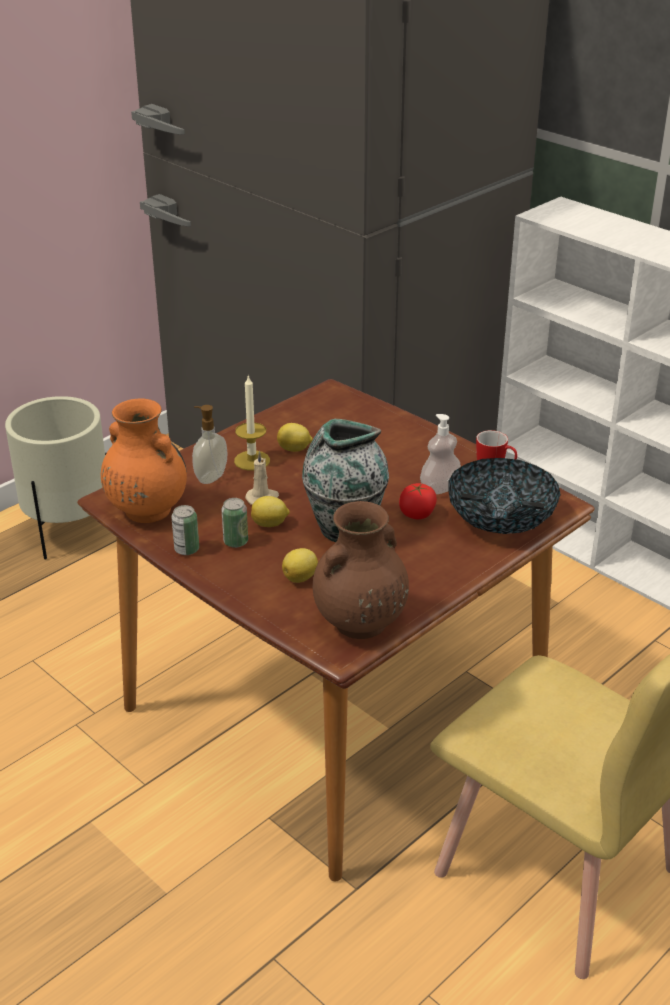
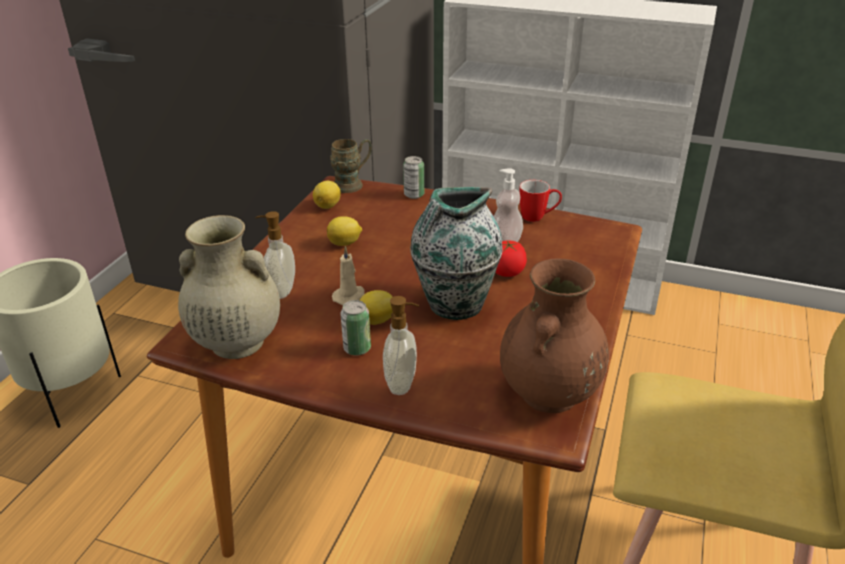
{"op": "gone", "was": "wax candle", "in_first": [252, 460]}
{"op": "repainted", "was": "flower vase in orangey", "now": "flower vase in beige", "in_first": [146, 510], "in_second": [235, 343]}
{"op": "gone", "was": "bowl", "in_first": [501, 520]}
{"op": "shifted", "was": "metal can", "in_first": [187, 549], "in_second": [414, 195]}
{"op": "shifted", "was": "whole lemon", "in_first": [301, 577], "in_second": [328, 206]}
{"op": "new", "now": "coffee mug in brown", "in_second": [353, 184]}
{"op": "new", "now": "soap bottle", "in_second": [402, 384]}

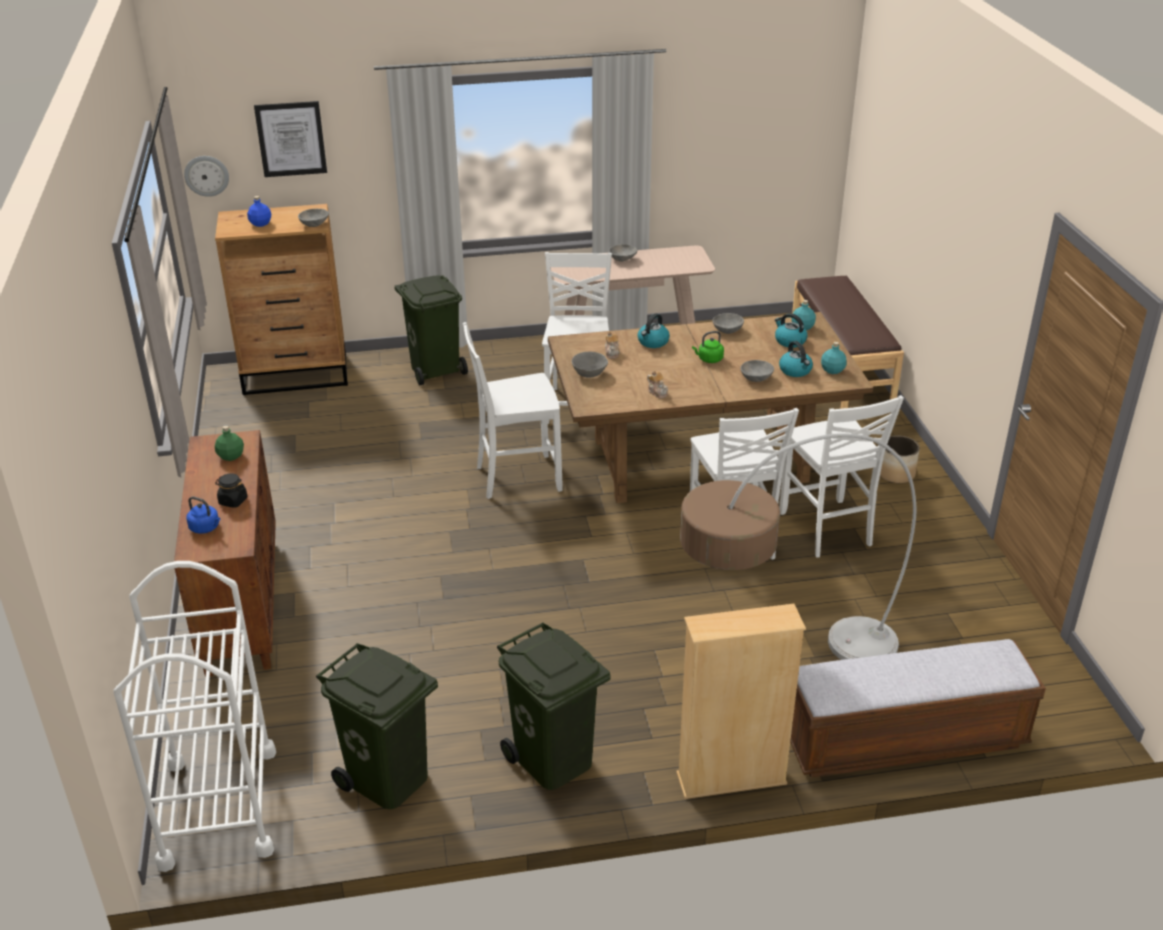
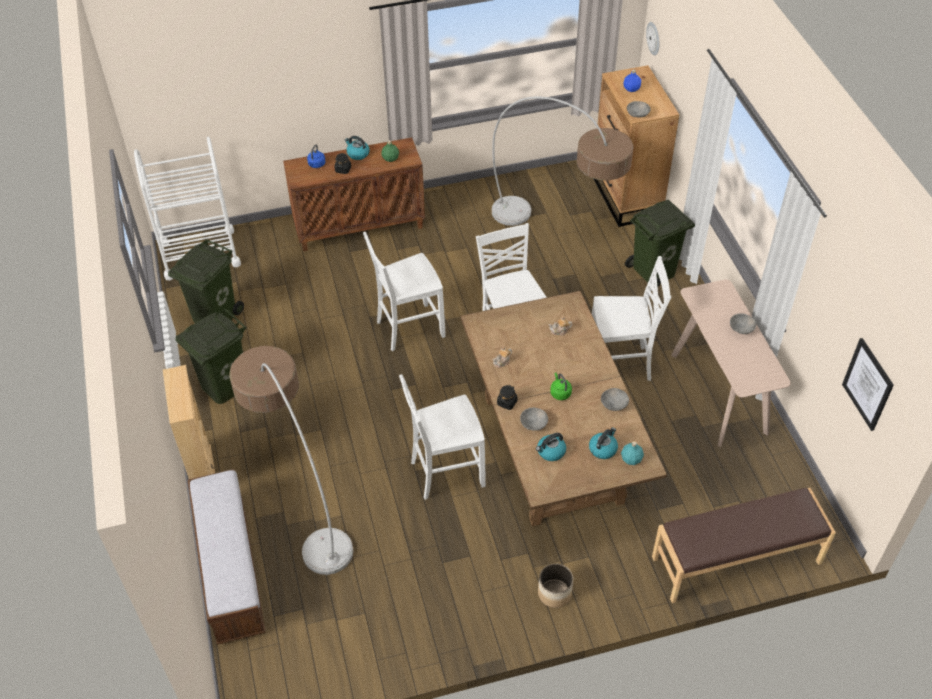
{"op": "shifted", "was": "wall picture", "in_first": [291, 139], "in_second": [868, 384]}
{"op": "shifted", "was": "tea kettle", "in_first": [653, 342], "in_second": [357, 154]}
{"op": "gone", "was": "drink bottle in turquoise", "in_first": [833, 370]}
{"op": "gone", "was": "bowl in grey", "in_first": [589, 374]}
{"op": "shifted", "was": "plain chair in whitish", "in_first": [827, 530], "in_second": [408, 328]}
{"op": "new", "now": "floor lamp", "in_second": [560, 231]}
{"op": "new", "now": "jar in black-coloured", "in_second": [507, 402]}

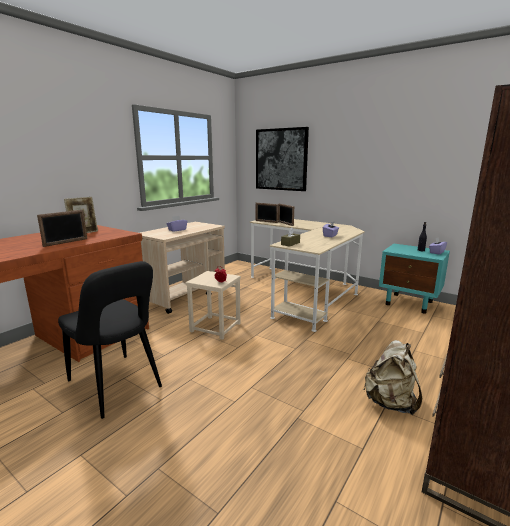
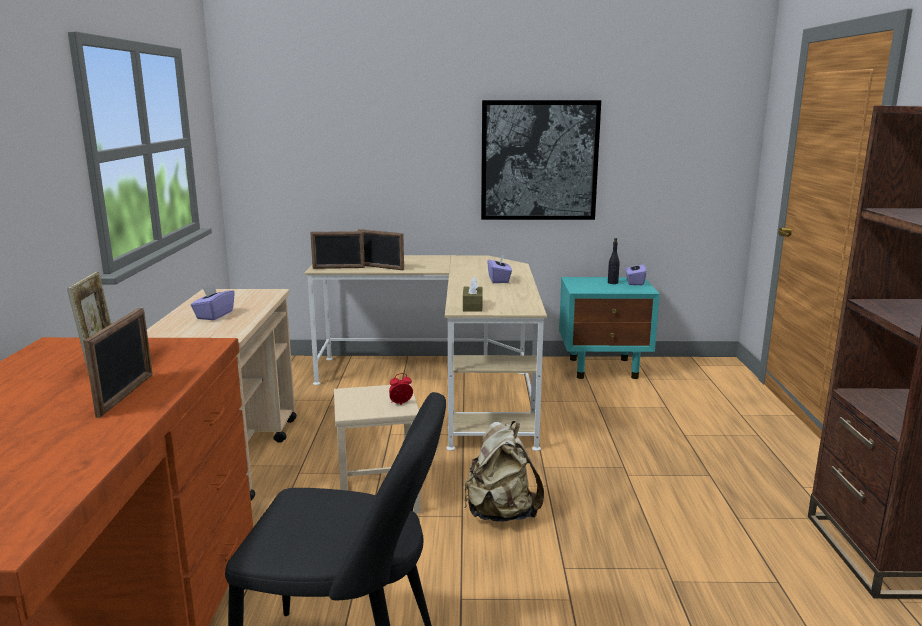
{"op": "shifted", "was": "wall picture", "in_first": [281, 159], "in_second": [539, 160]}
{"op": "shifted", "was": "knapsack in beige", "in_first": [390, 403], "in_second": [500, 513]}

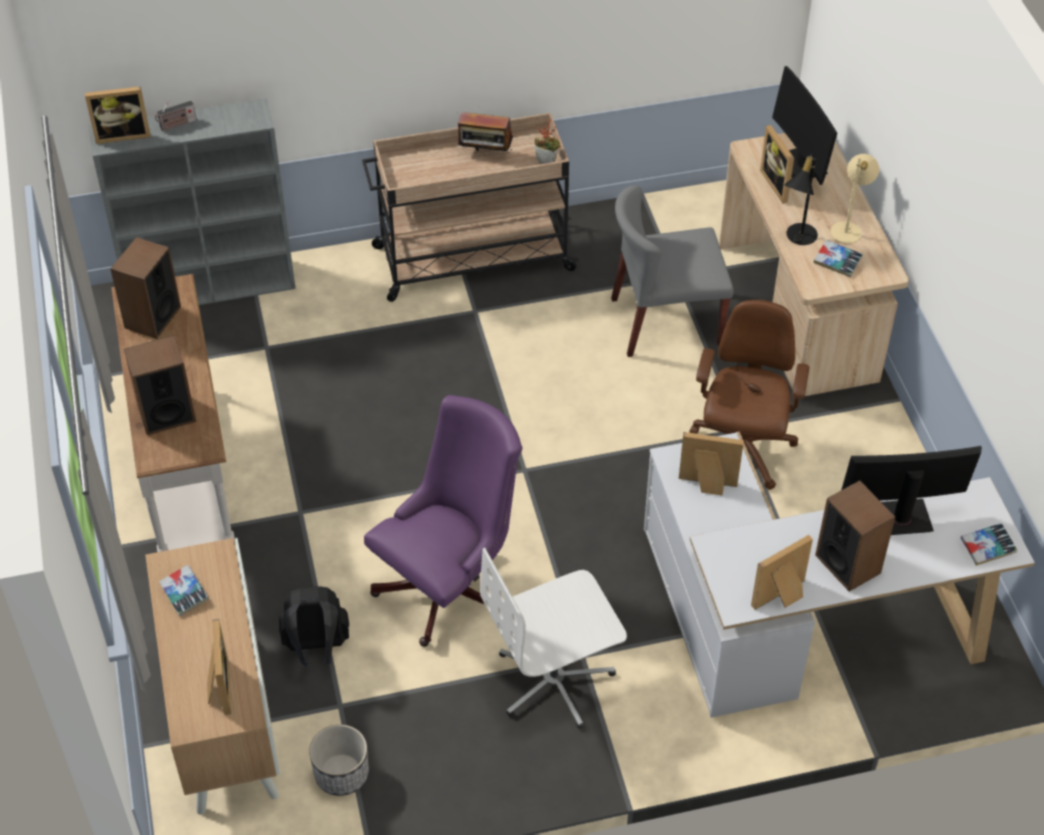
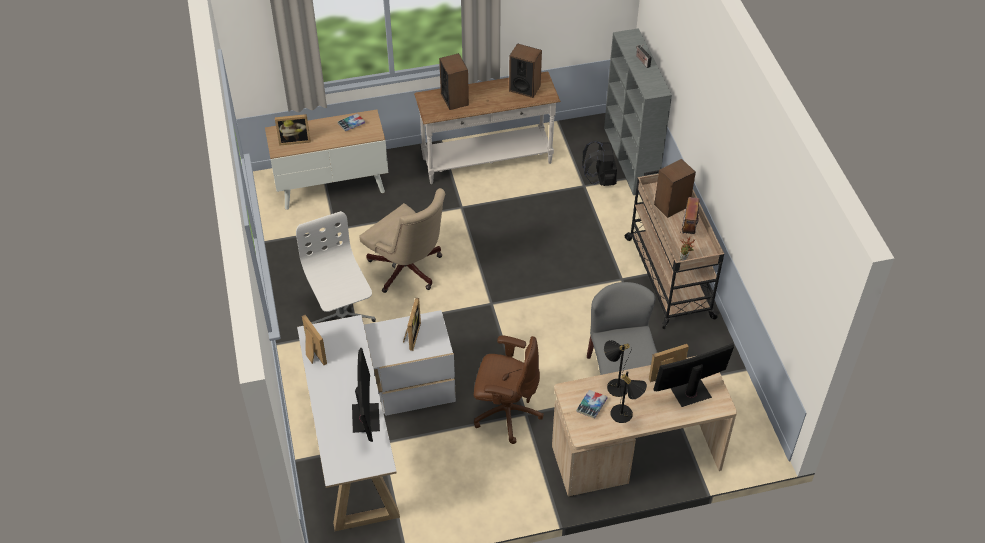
{"op": "gone", "was": "standing frame", "in_first": [122, 134]}
{"op": "repainted", "was": "lamp for a table in beige", "now": "lamp for a table in black-coloured", "in_first": [848, 229], "in_second": [625, 415]}
{"op": "repainted", "was": "office chair in purple", "now": "office chair in beige", "in_first": [450, 585], "in_second": [408, 271]}
{"op": "shifted", "was": "loudspeaker", "in_first": [848, 563], "in_second": [672, 205]}
{"op": "gone", "was": "bound book", "in_first": [987, 547]}
{"op": "shifted", "was": "knapsack in black-coloured", "in_first": [316, 649], "in_second": [600, 179]}
{"op": "gone", "was": "flower pot", "in_first": [342, 774]}

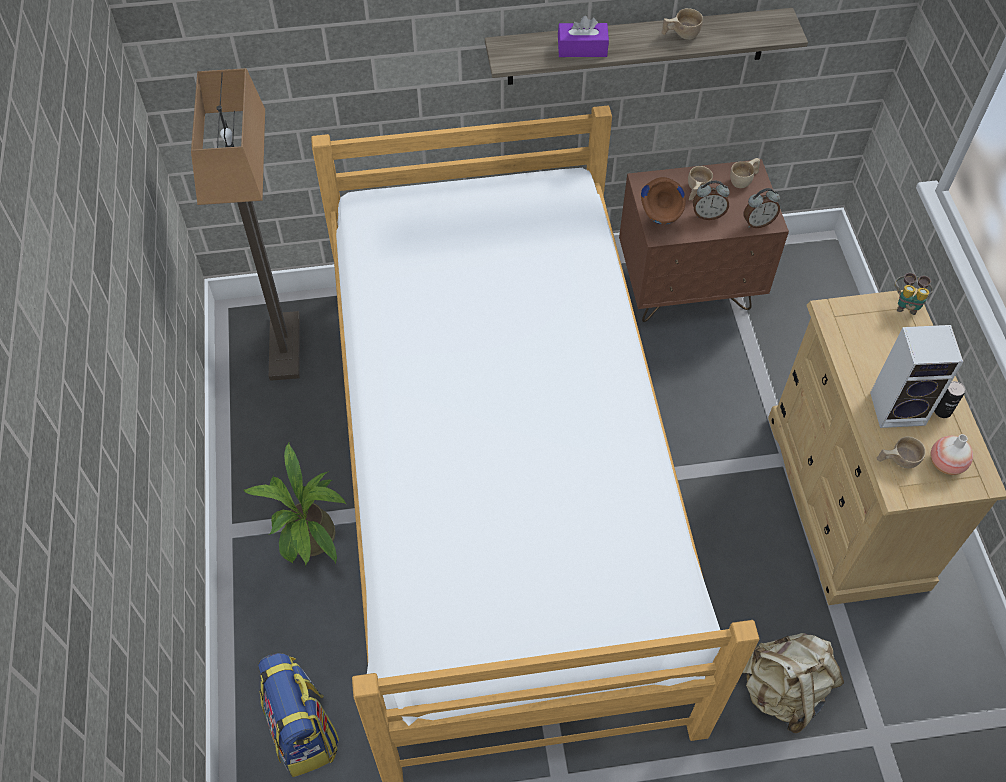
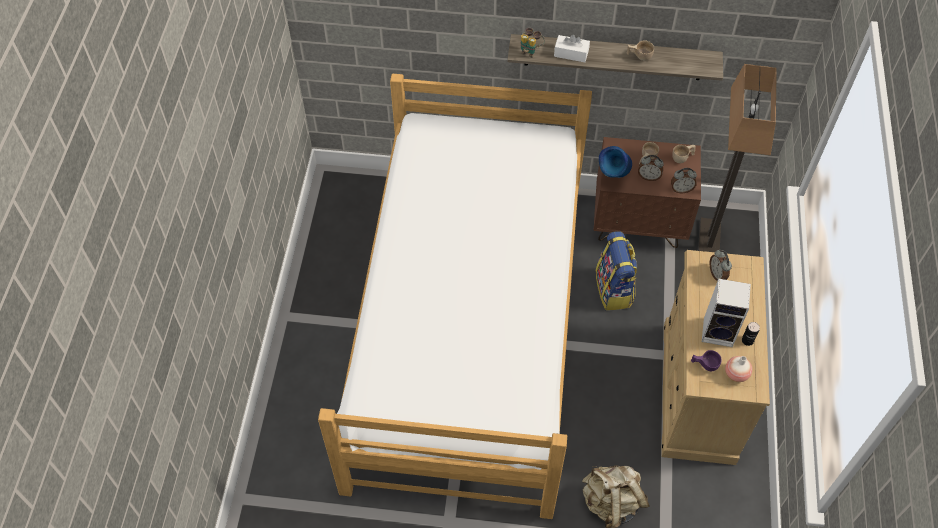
{"op": "repainted", "was": "tissue box in purple", "now": "tissue box in whitish", "in_first": [582, 48], "in_second": [571, 53]}
{"op": "shifted", "was": "floor lamp", "in_first": [284, 347], "in_second": [708, 243]}
{"op": "repainted", "was": "flower vase in brown", "now": "flower vase in blue", "in_first": [660, 226], "in_second": [613, 178]}
{"op": "shifted", "was": "binoculars", "in_first": [907, 304], "in_second": [530, 51]}
{"op": "repainted", "was": "cup in beige", "now": "cup in purple", "in_first": [897, 460], "in_second": [704, 364]}
{"op": "gone", "was": "potted plant", "in_first": [309, 542]}
{"op": "shifted", "was": "knapsack", "in_first": [304, 732], "in_second": [614, 290]}
{"op": "new", "now": "table clock", "in_second": [717, 274]}

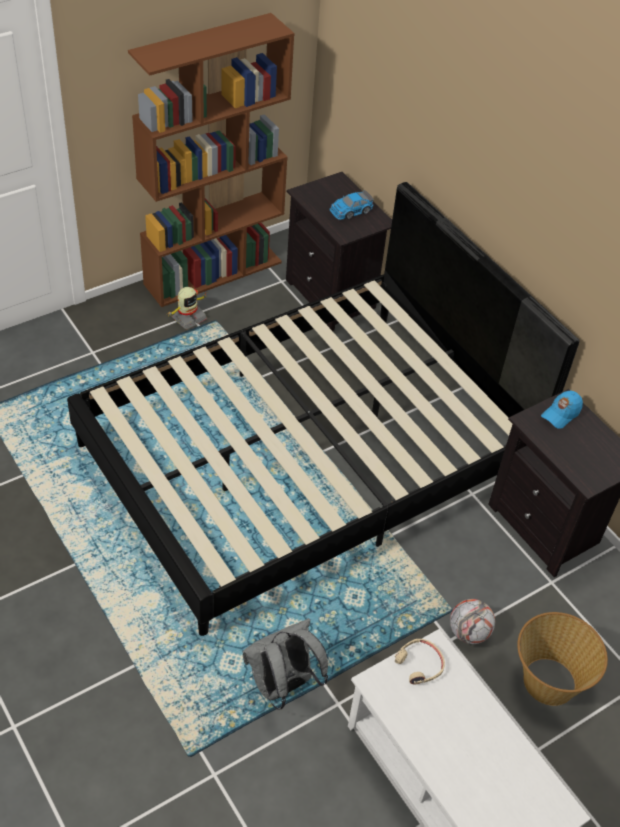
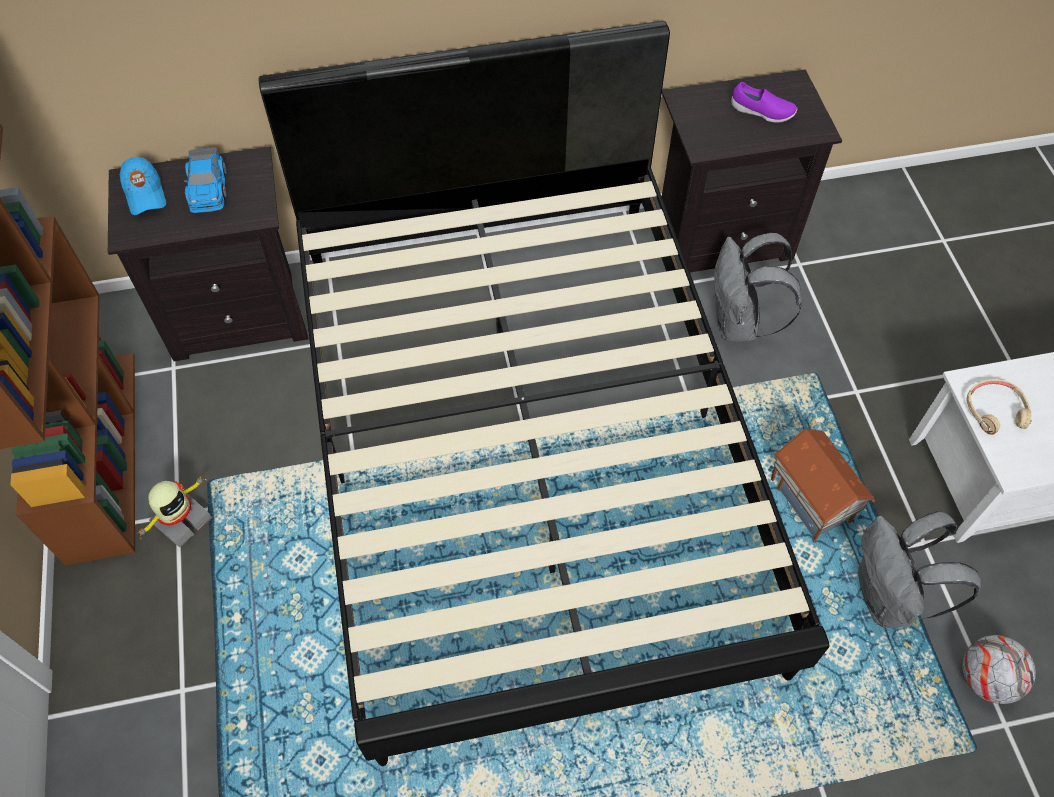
{"op": "rotated", "was": "toy robot", "in_first": [188, 318], "in_second": [180, 519], "clockwise": 60}
{"op": "shifted", "was": "cap in blue", "in_first": [561, 414], "in_second": [145, 194]}
{"op": "shifted", "was": "football ball", "in_first": [468, 633], "in_second": [985, 678]}
{"op": "gone", "was": "basket", "in_first": [548, 681]}
{"op": "new", "now": "low shoe in purple", "in_second": [761, 112]}
{"op": "new", "now": "knapsack in grey", "in_second": [738, 324]}
{"op": "new", "now": "toy house", "in_second": [812, 498]}

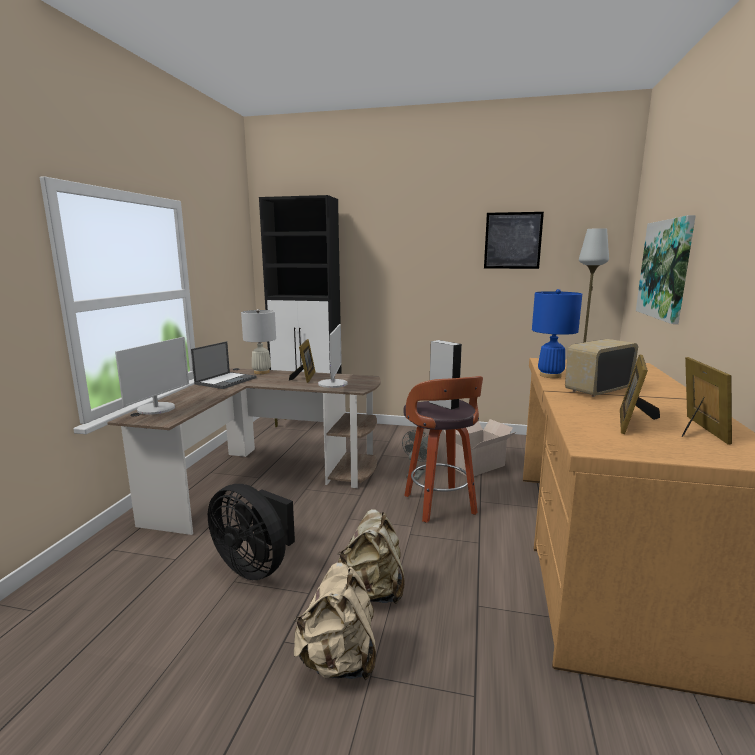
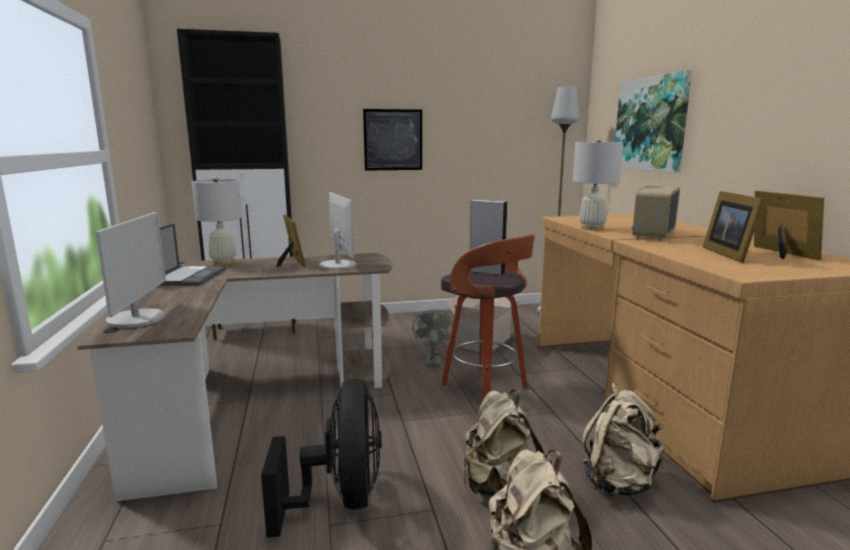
{"op": "shifted", "was": "wall picture", "in_first": [512, 240], "in_second": [393, 140]}
{"op": "repainted", "was": "lamp for a table in blue", "now": "lamp for a table in whitish", "in_first": [550, 375], "in_second": [592, 228]}
{"op": "rotated", "was": "fan in black-coloured", "in_first": [255, 565], "in_second": [340, 499], "clockwise": -105}
{"op": "new", "now": "knapsack in beige", "in_second": [619, 482]}

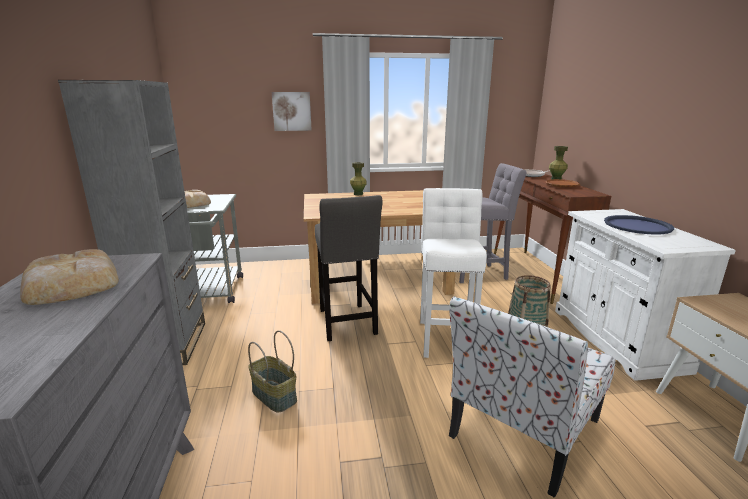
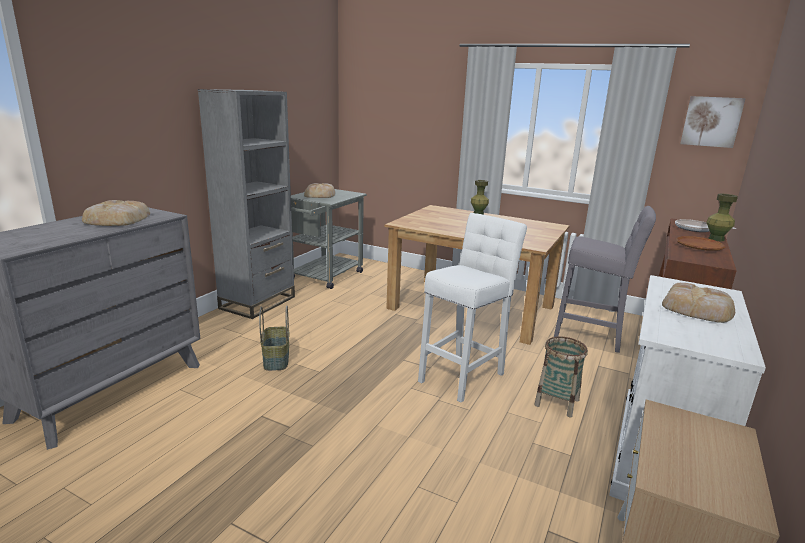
{"op": "shifted", "was": "wall picture", "in_first": [292, 111], "in_second": [711, 121]}
{"op": "gone", "was": "stool in grey", "in_first": [347, 324]}
{"op": "swapped", "was": "carrying tray in blue", "now": "baked bread", "in_first": [637, 226], "in_second": [697, 309]}
{"op": "gone", "was": "plain chair", "in_first": [523, 430]}

